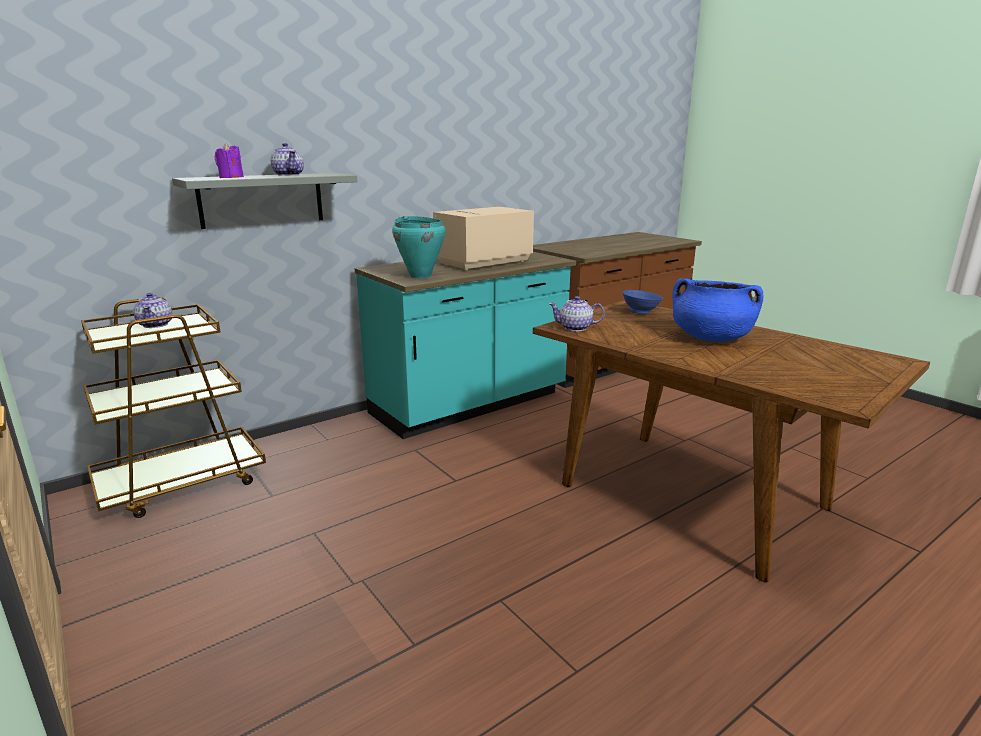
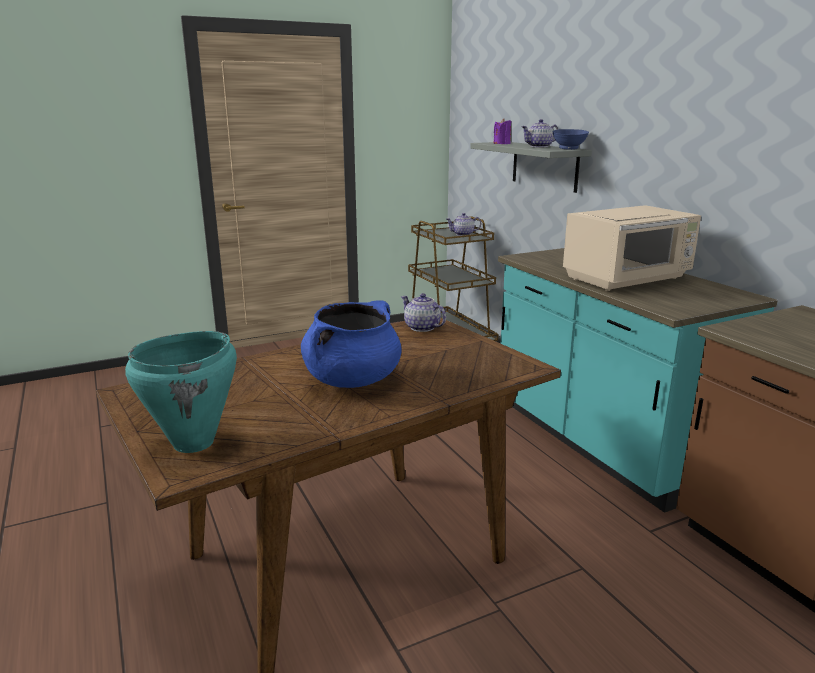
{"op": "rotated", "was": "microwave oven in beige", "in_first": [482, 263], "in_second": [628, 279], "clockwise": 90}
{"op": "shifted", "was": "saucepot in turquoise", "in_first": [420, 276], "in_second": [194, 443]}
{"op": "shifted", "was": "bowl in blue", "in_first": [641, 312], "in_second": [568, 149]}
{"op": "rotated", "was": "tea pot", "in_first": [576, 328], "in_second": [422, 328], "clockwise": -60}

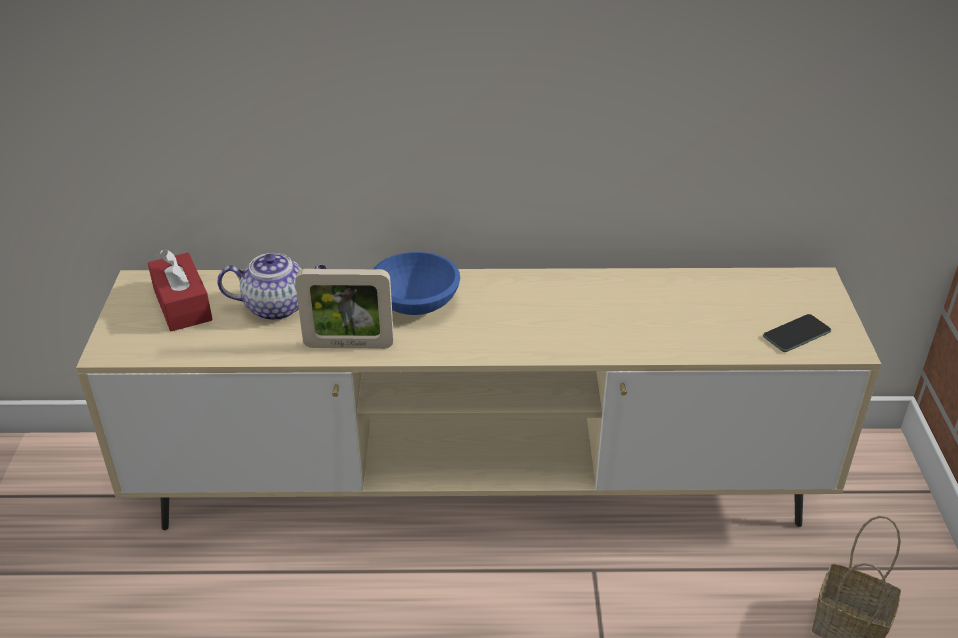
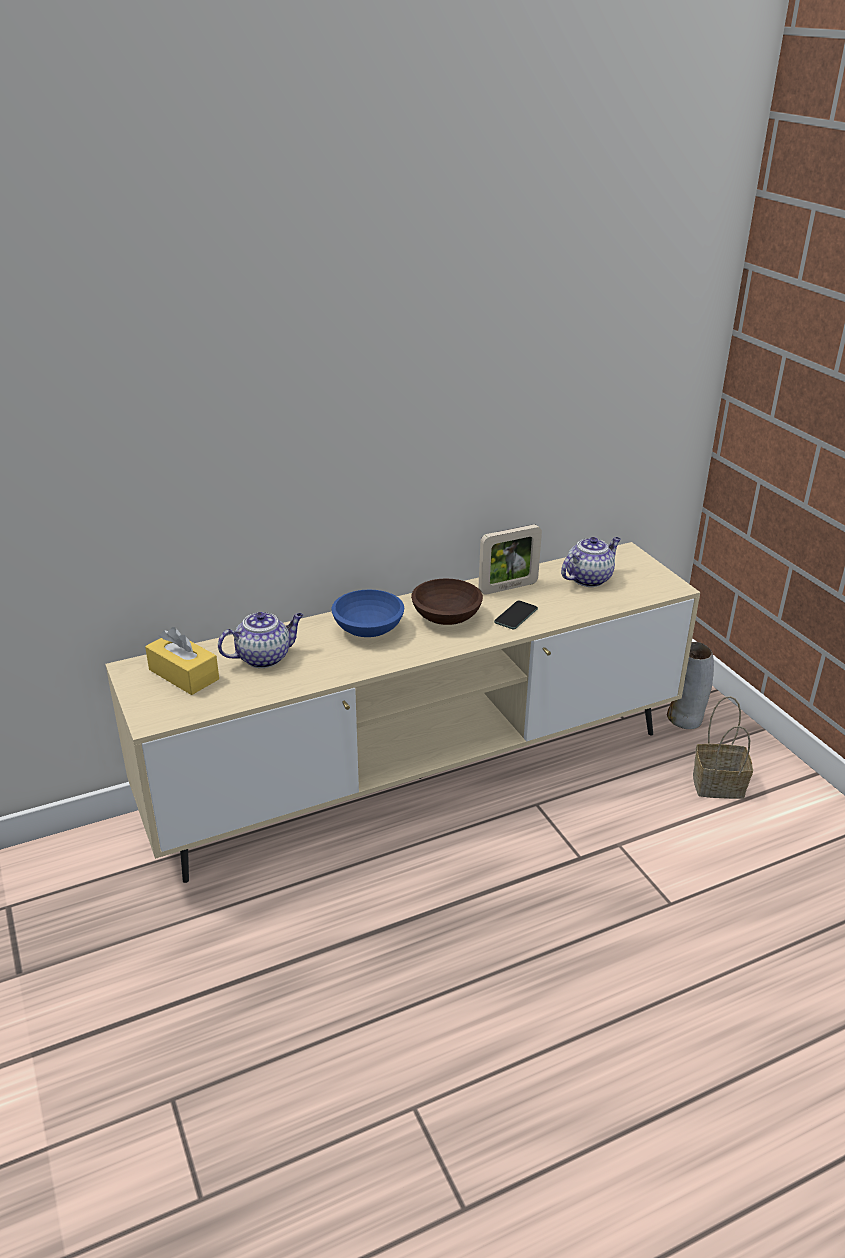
{"op": "repainted", "was": "tissue box in red", "now": "tissue box in yellow", "in_first": [182, 305], "in_second": [184, 674]}
{"op": "shifted", "was": "standing frame", "in_first": [349, 345], "in_second": [508, 587]}
{"op": "shifted", "was": "telephone", "in_first": [796, 334], "in_second": [516, 615]}
{"op": "new", "now": "tea pot", "in_second": [589, 578]}
{"op": "new", "now": "bowl in brown", "in_second": [445, 617]}
{"op": "new", "now": "flower vase", "in_second": [685, 718]}

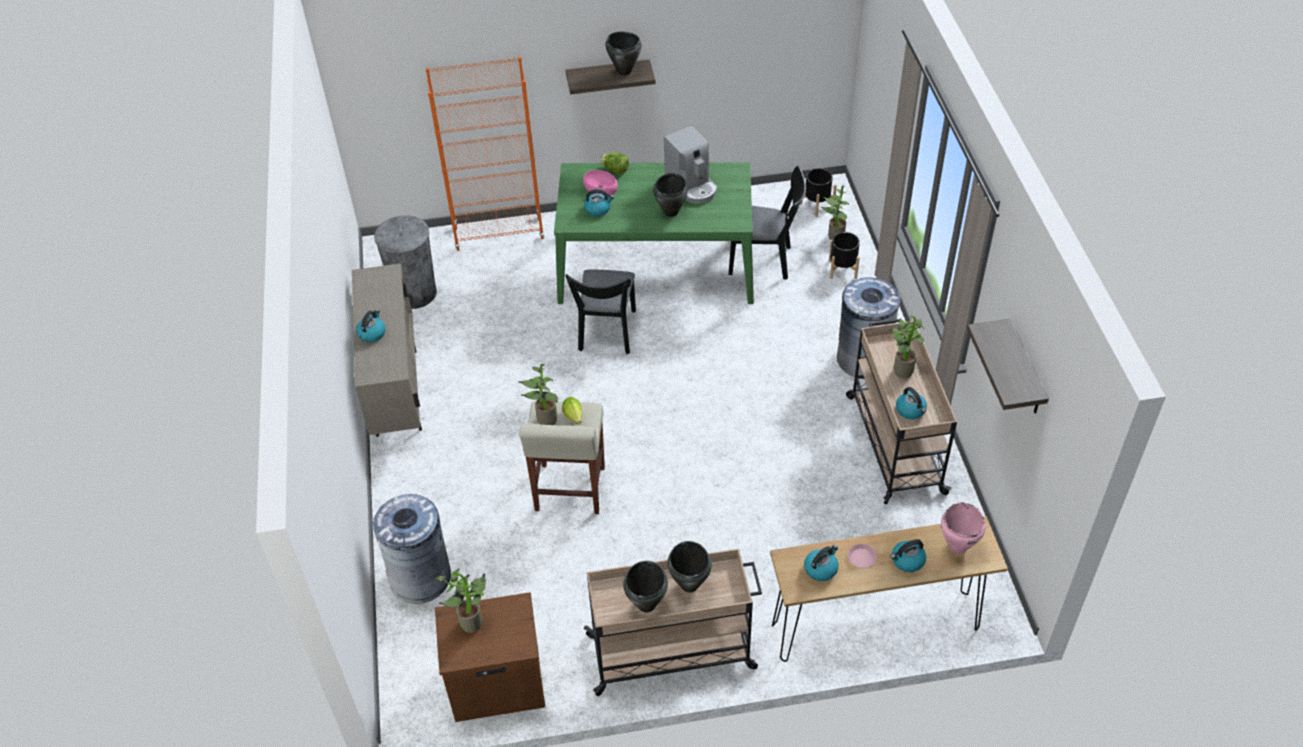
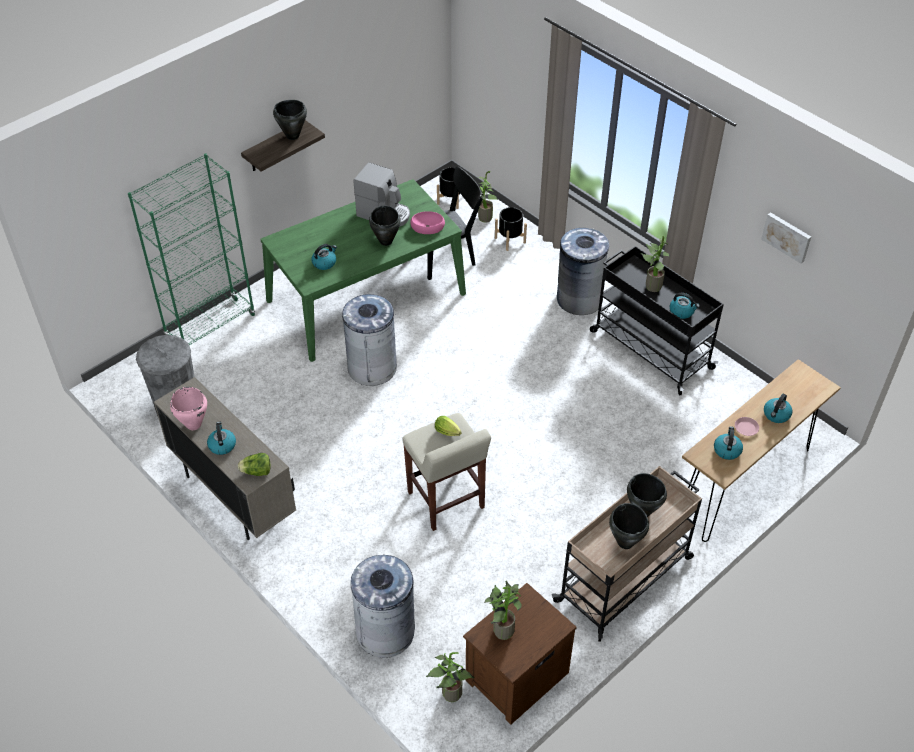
{"op": "repainted", "was": "bookshelf in orangey", "now": "bookshelf in greenish", "in_first": [499, 233], "in_second": [211, 326]}
{"op": "shifted", "was": "lettuce", "in_first": [615, 170], "in_second": [257, 472]}
{"op": "shifted", "was": "bowl in pink", "in_first": [601, 187], "in_second": [428, 226]}
{"op": "swapped", "was": "plain chair in black-coloured", "now": "waste bin in grey", "in_first": [607, 334], "in_second": [372, 367]}
{"op": "repainted", "was": "wheeled cart in beige", "now": "wheeled cart in black-coloured", "in_first": [894, 442], "in_second": [649, 349]}
{"op": "swapped", "was": "shelf", "now": "wall picture", "in_first": [1025, 370], "in_second": [787, 236]}
{"op": "shifted", "was": "potted plant", "in_first": [544, 420], "in_second": [449, 696]}
{"op": "shifted", "was": "saucepot in pink", "in_first": [957, 547], "in_second": [193, 425]}

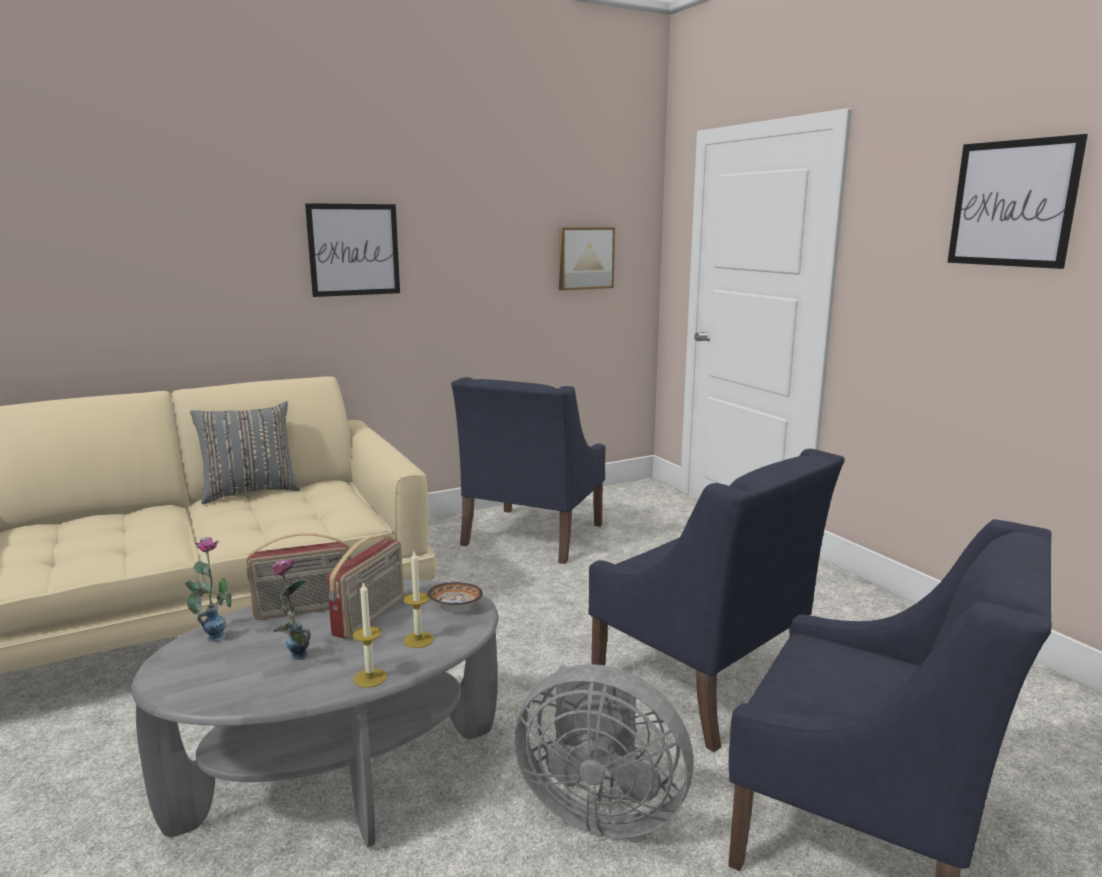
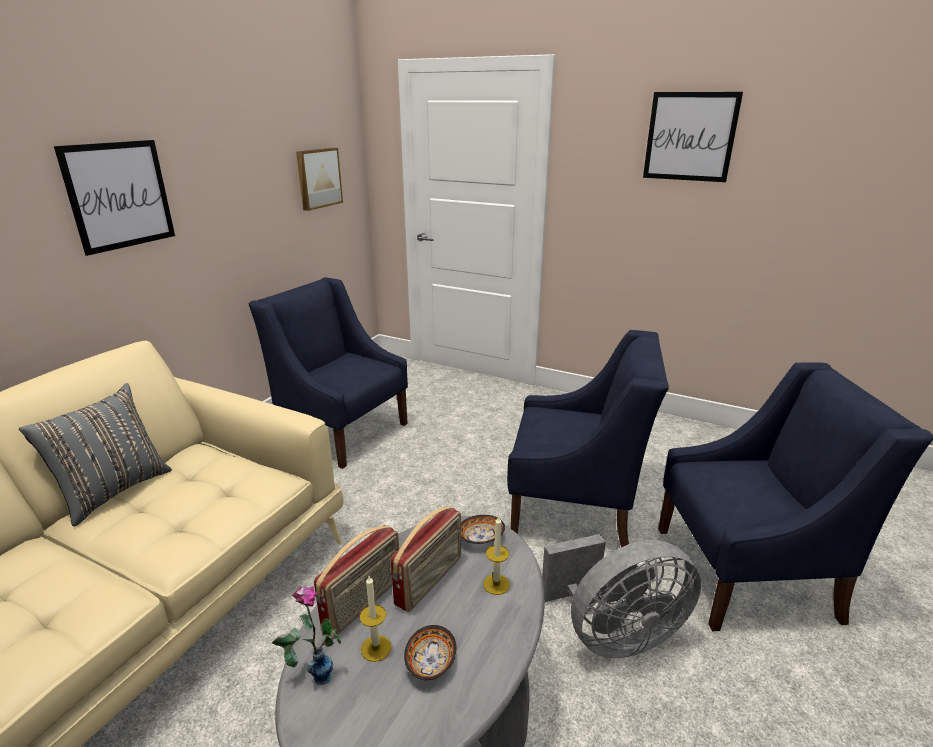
{"op": "rotated", "was": "lounge chair in blue", "in_first": [531, 535], "in_second": [342, 431], "clockwise": 135}
{"op": "rotated", "was": "radio set", "in_first": [370, 617], "in_second": [430, 581], "clockwise": 45}
{"op": "swapped", "was": "flower vase", "now": "bowl", "in_first": [294, 663], "in_second": [432, 662]}
{"op": "shifted", "was": "wax candle", "in_first": [370, 678], "in_second": [376, 648]}

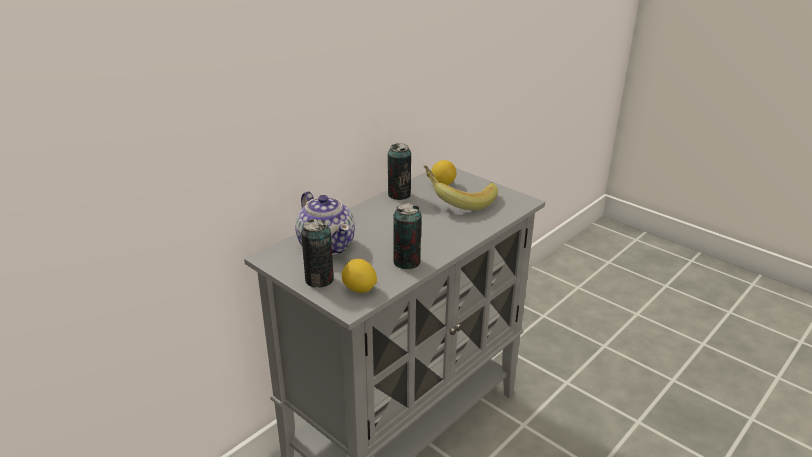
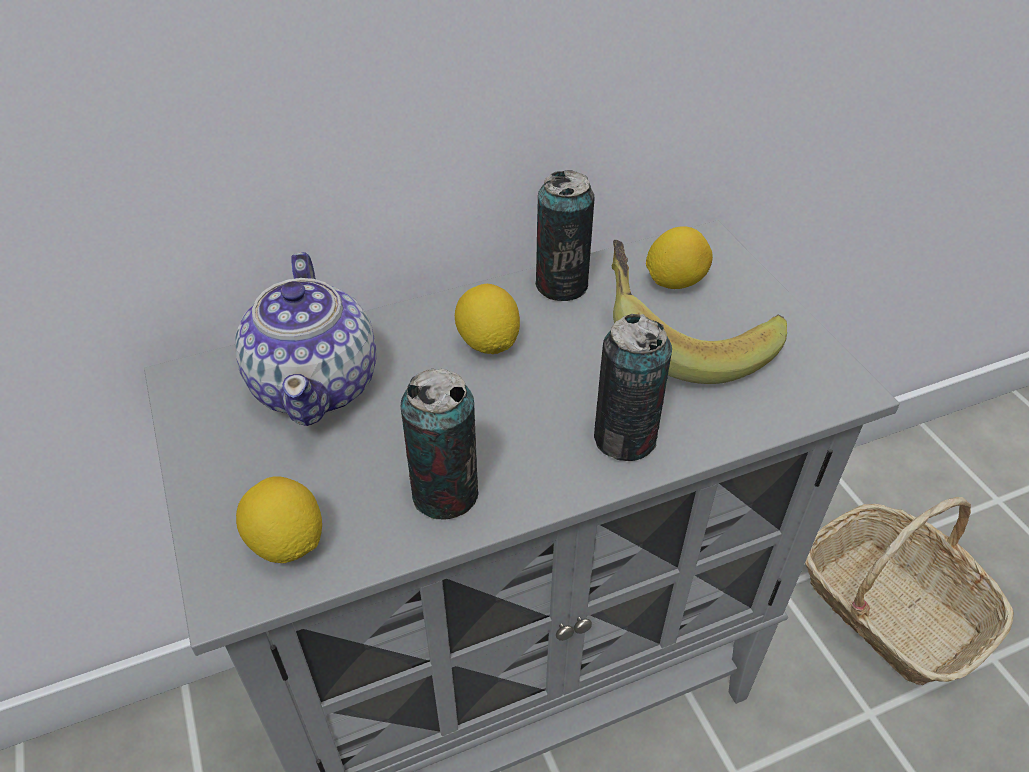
{"op": "shifted", "was": "metal can", "in_first": [319, 280], "in_second": [625, 438]}
{"op": "new", "now": "whole lemon", "in_second": [488, 343]}
{"op": "new", "now": "basket", "in_second": [889, 607]}

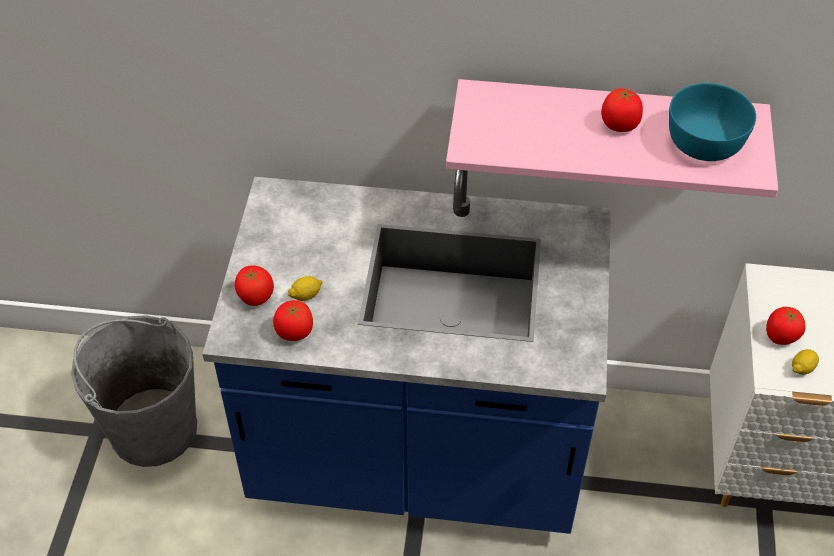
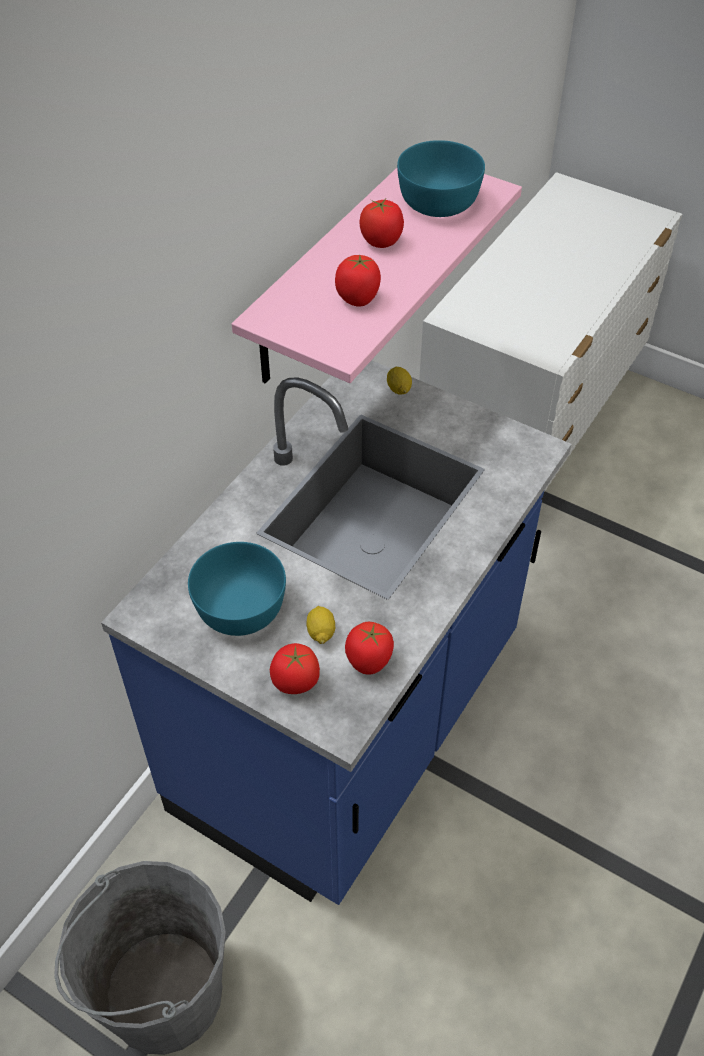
{"op": "shifted", "was": "tomato", "in_first": [780, 336], "in_second": [358, 298]}
{"op": "shifted", "was": "whole lemon", "in_first": [802, 368], "in_second": [398, 389]}
{"op": "new", "now": "bowl in turquoise", "in_second": [239, 608]}

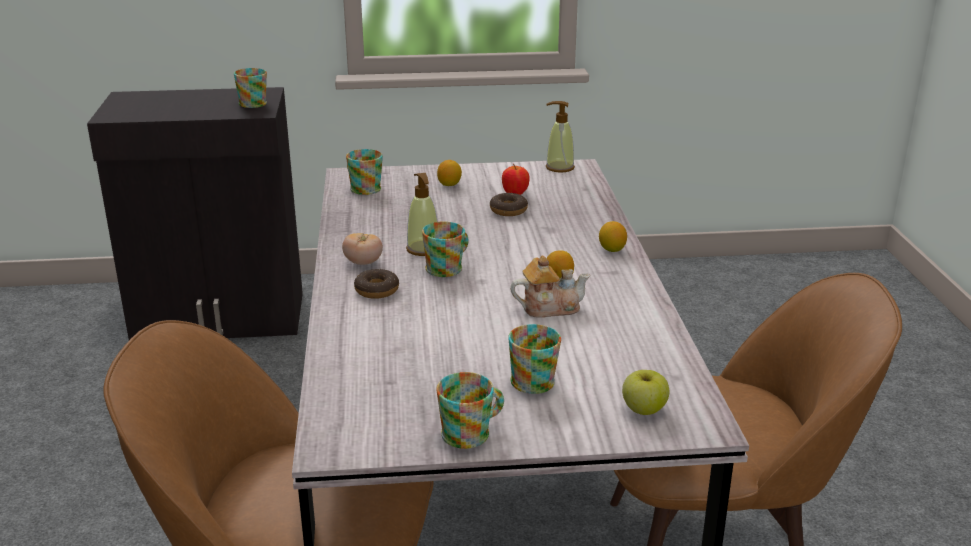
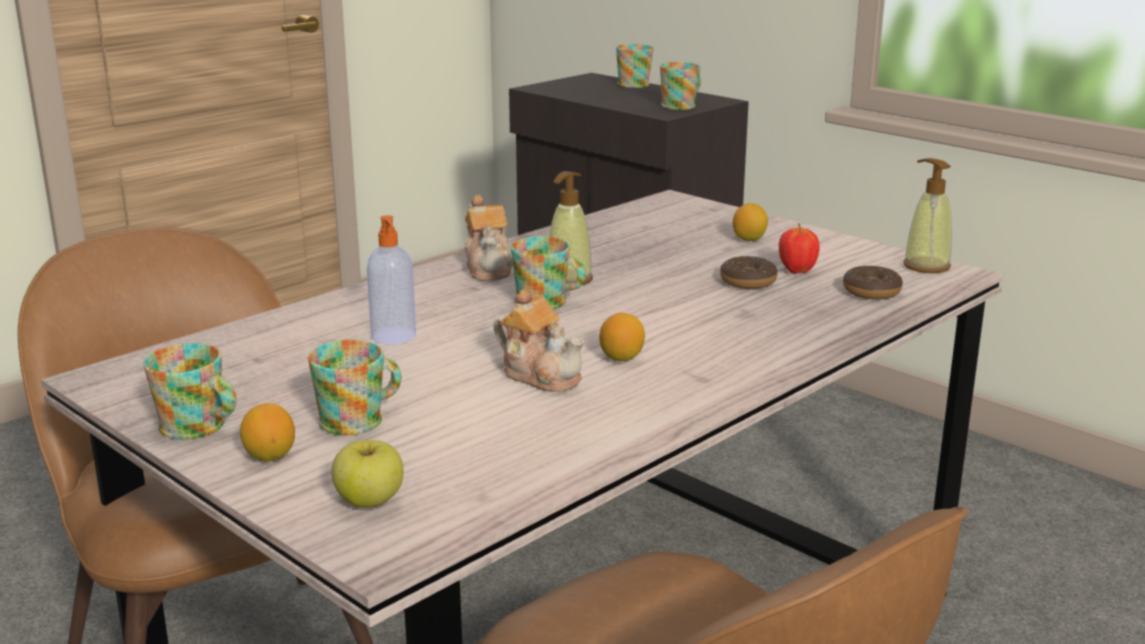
{"op": "shifted", "was": "coffee mug", "in_first": [363, 188], "in_second": [634, 84]}
{"op": "shifted", "was": "whole lemon", "in_first": [612, 249], "in_second": [269, 456]}
{"op": "swapped", "was": "tomato", "now": "tea pot", "in_first": [363, 263], "in_second": [489, 268]}
{"op": "shifted", "was": "ring doughnut", "in_first": [377, 290], "in_second": [871, 291]}
{"op": "new", "now": "soap bottle", "in_second": [394, 337]}

